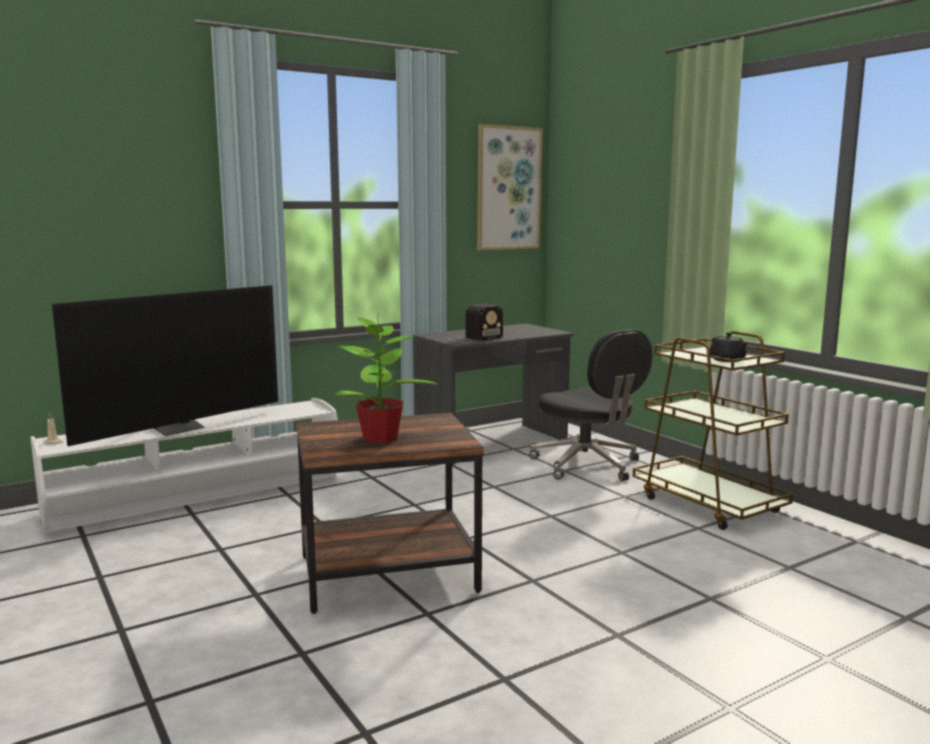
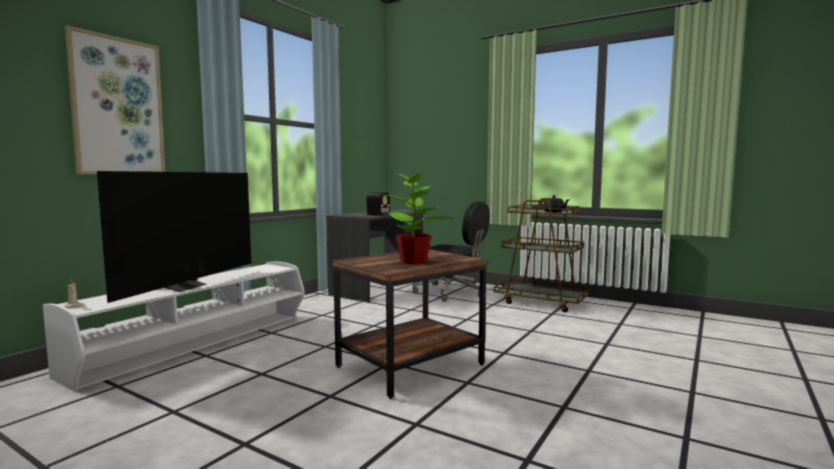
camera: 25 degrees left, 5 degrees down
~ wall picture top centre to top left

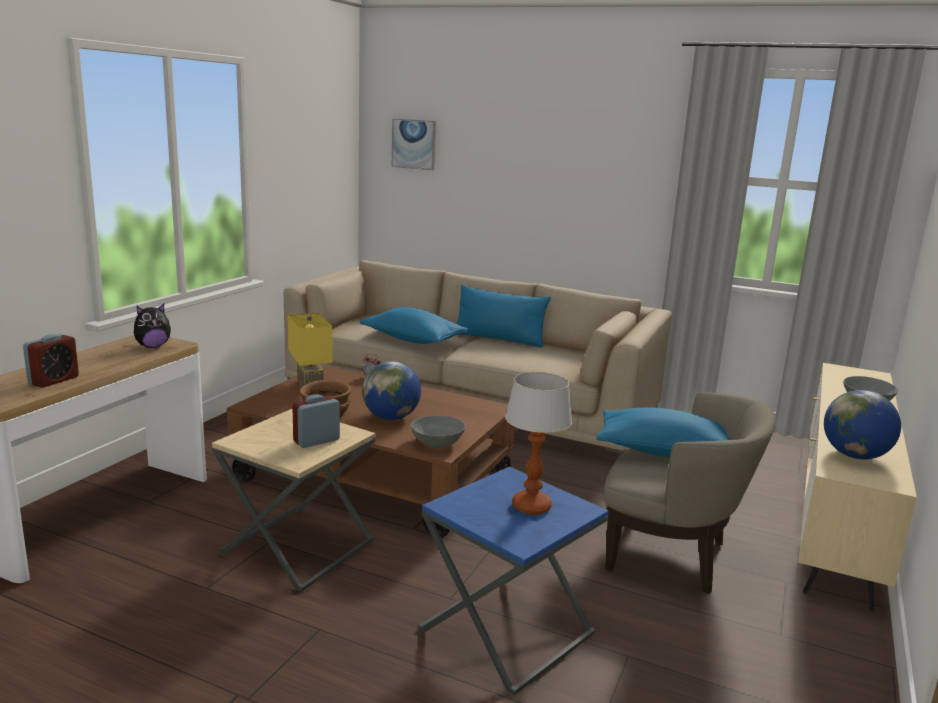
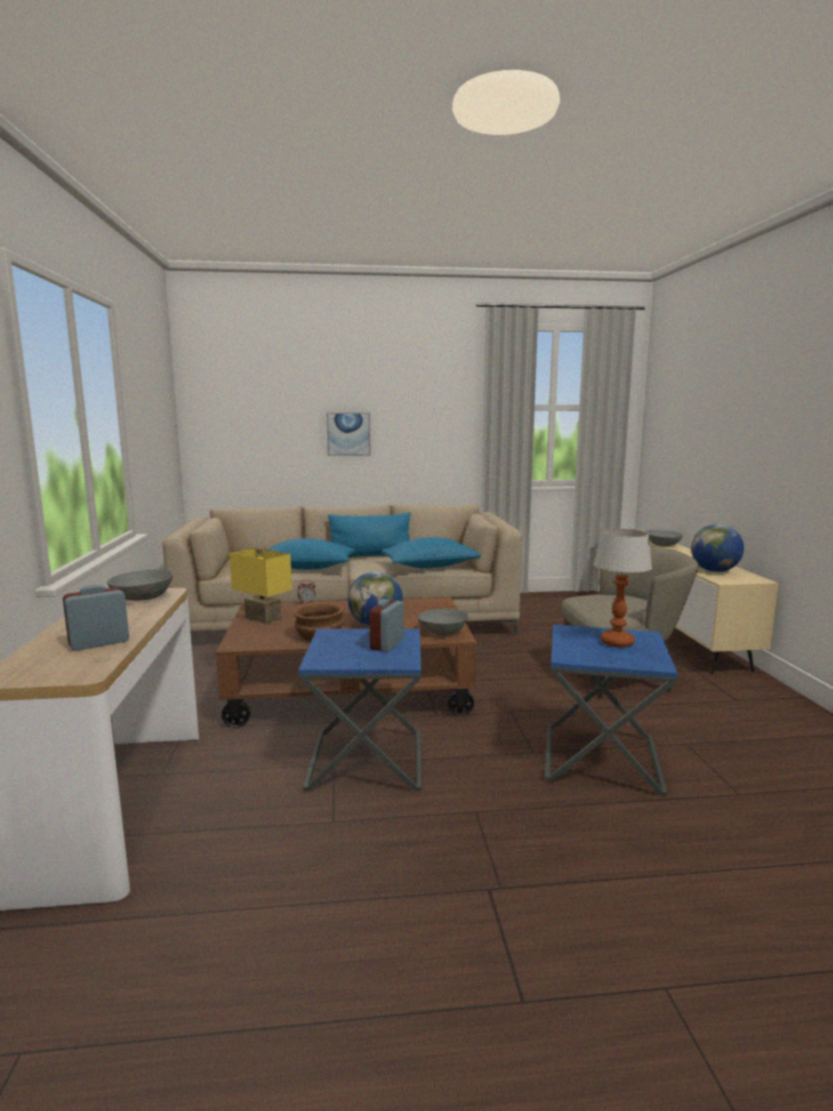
camera: 30 degrees left, 5 degrees down
~ table clock (no. 1 from left) middle left = middle left 120 degrees counterclockwise
~ plush toy middle left to gray deep dish (no. 1 from left) middle left
~ beige side table bottom left to blue side table (no. 1 from left) centre
~ wall picture top centre to centre
~ blue pillow (no. 3 from left) middle right to centre

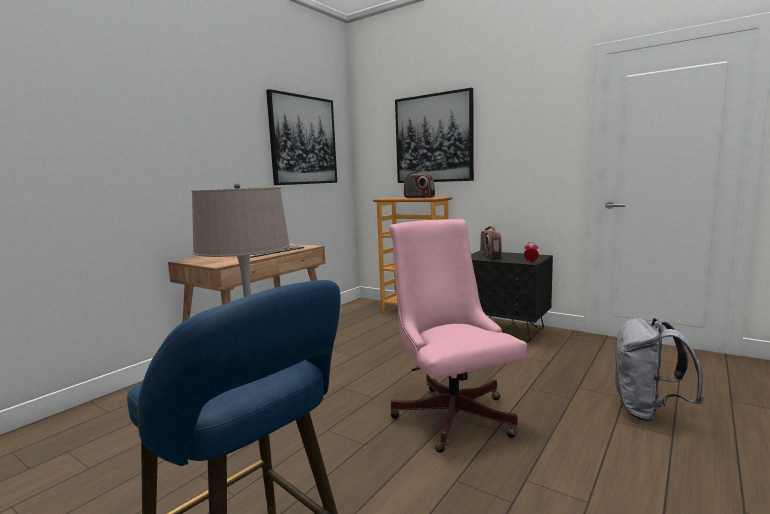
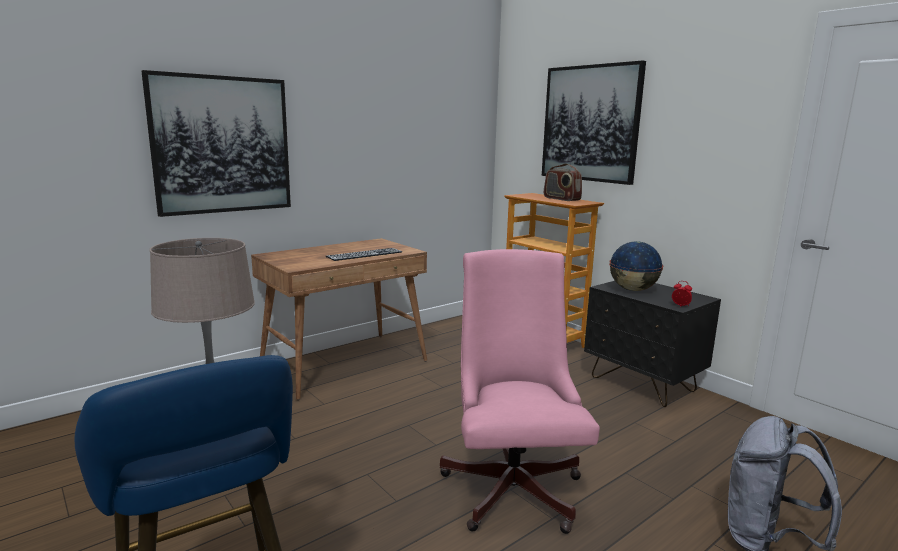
camera: 15 degrees right, 5 degrees up
~ wall picture (no. 1 from left) top centre to top left
~ radio (no. 2 from left) centre to globe middle right

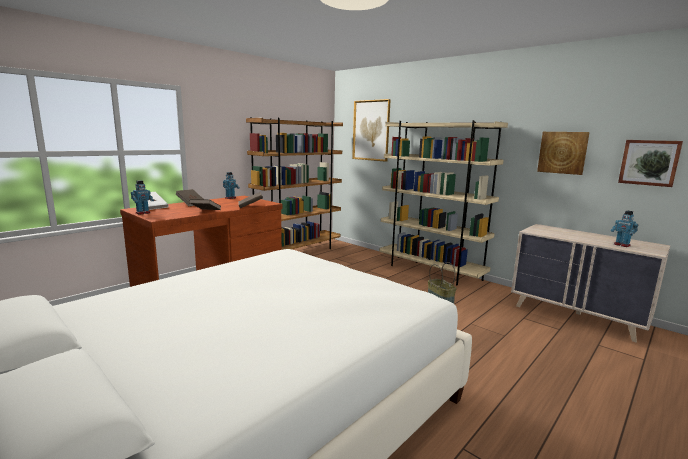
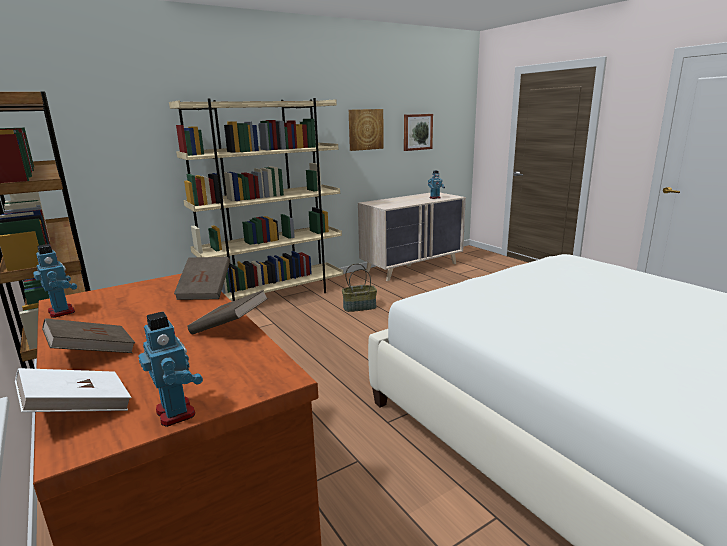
camera: 75 degrees left, 5 degrees up
- wall picture (no. 1 from left) top centre

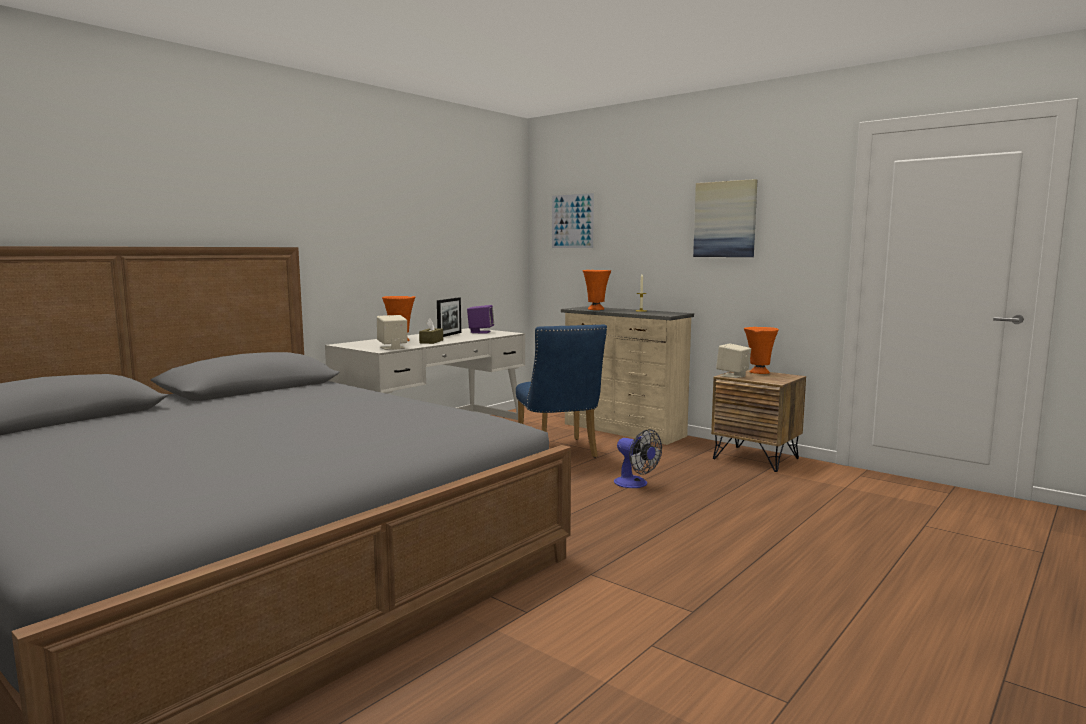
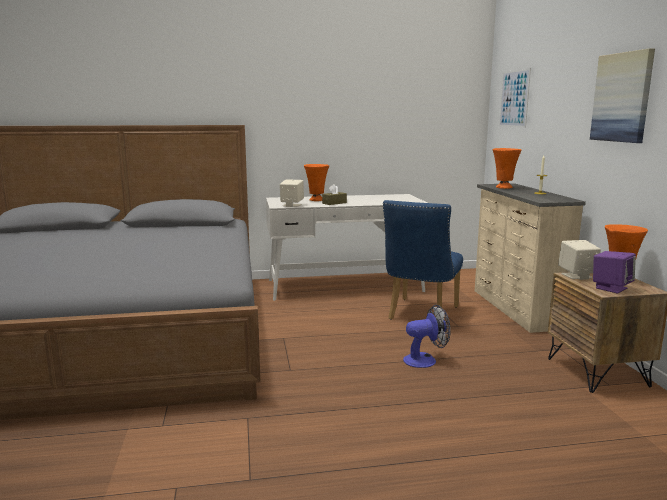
camera: 40 degrees right, 5 degrees up
~ electric fan centre = bottom centre 105 degrees counterclockwise
~ purple-coloured loudspeaker centre to middle right
- picture frame centre

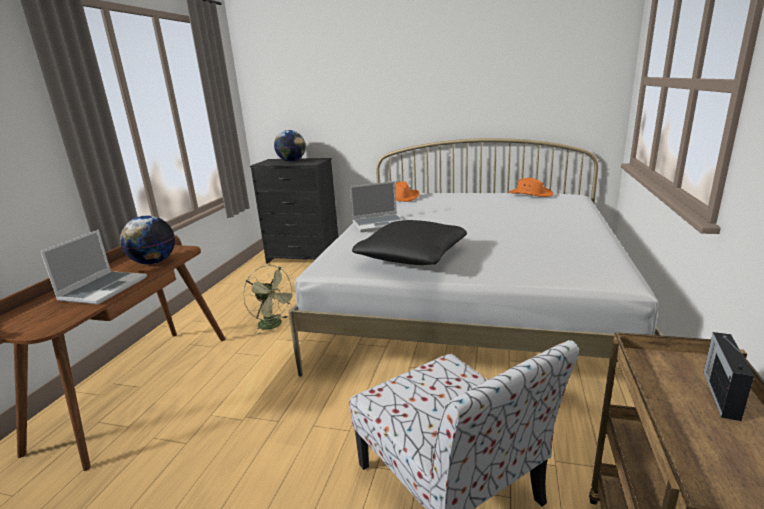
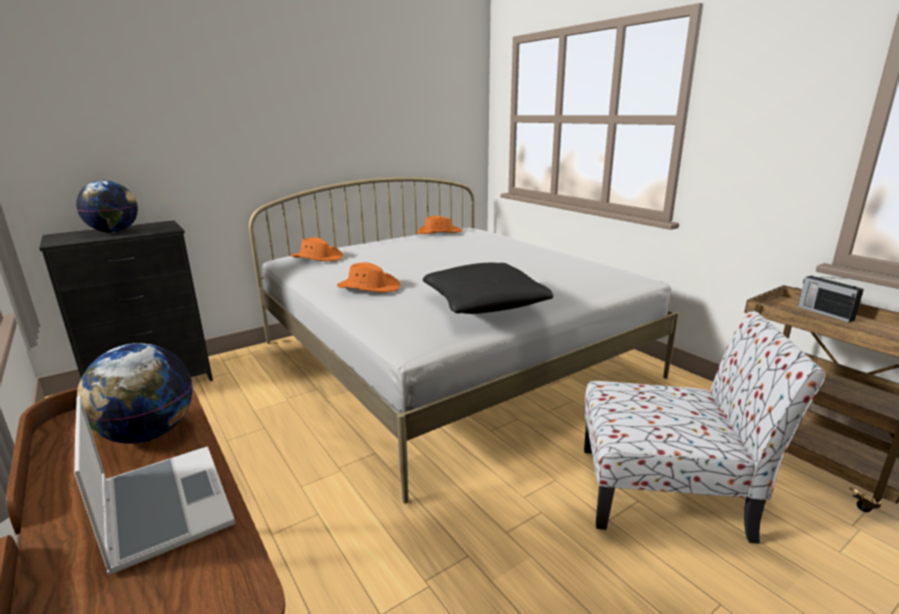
camera: 50 degrees left, 0 degrees up
~ portable computer (no. 2 from left) centre to orangey hat (no. 2 from left) centre
- greenish electric fan centre

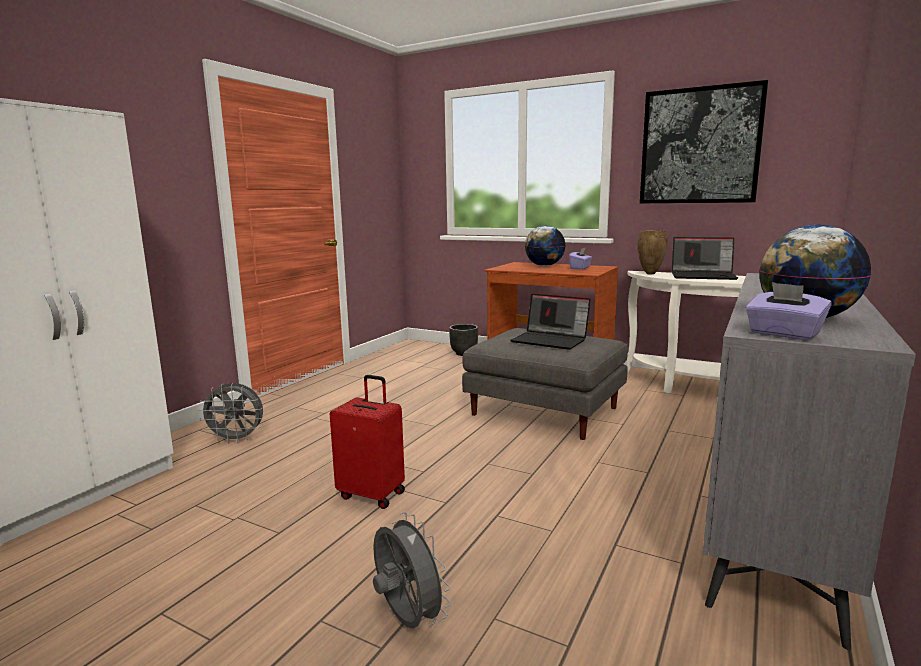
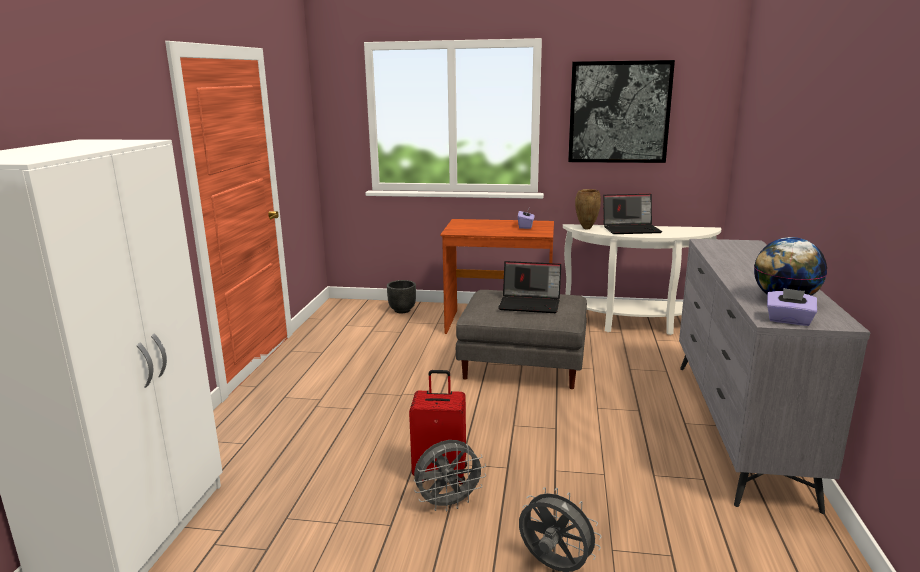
camera: 20 degrees left, 5 degrees up
~ gray electric fan (no. 1 from left) middle left to bottom centre
- globe (no. 1 from left) centre

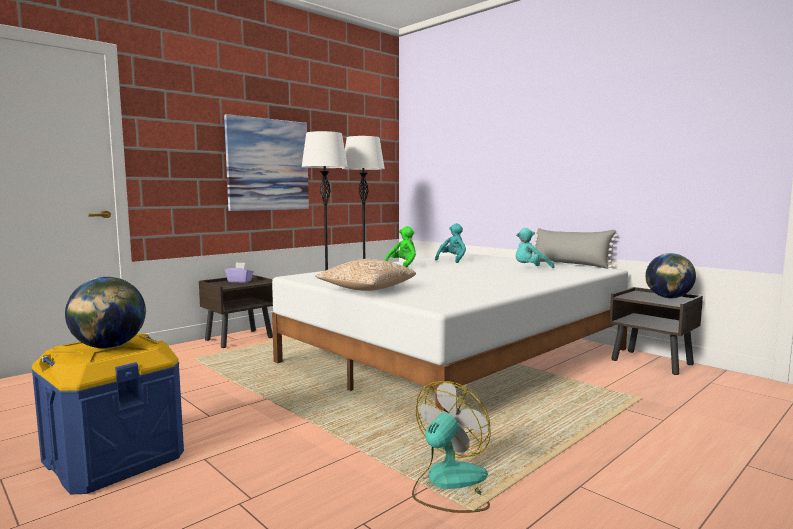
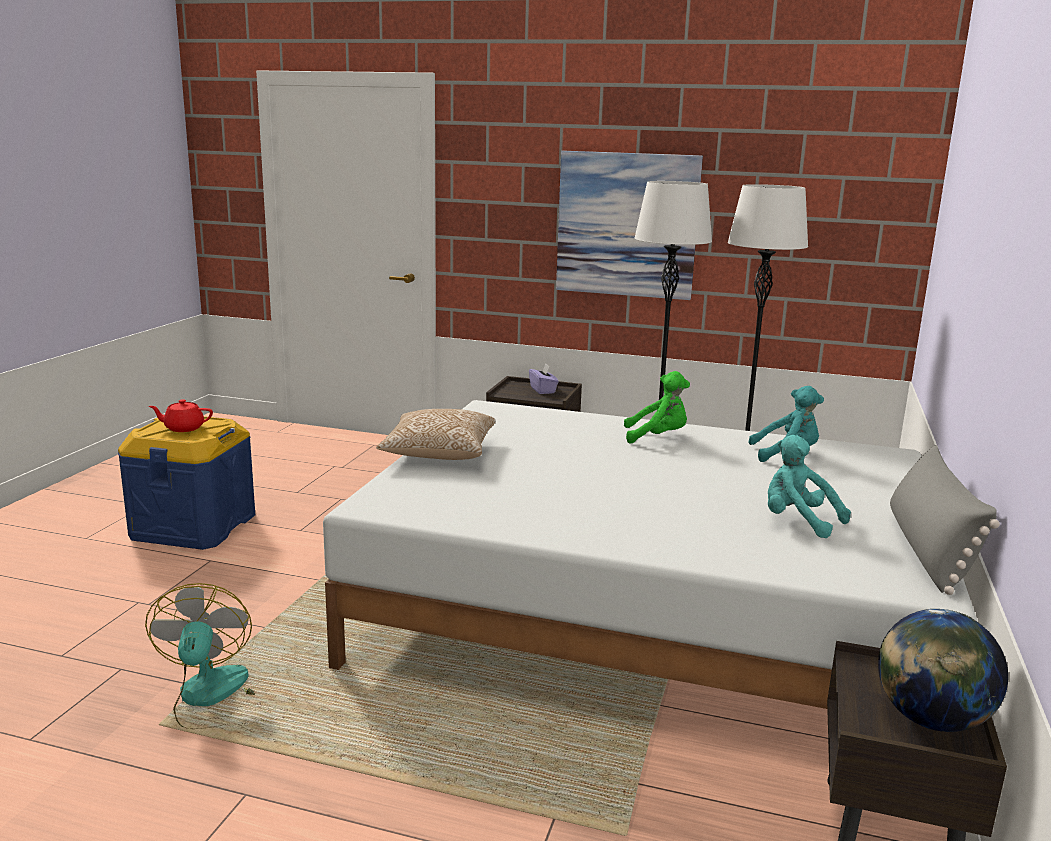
camera: 60 degrees right, 10 degrees up
~ electric fan bottom centre = bottom left 105 degrees counterclockwise
~ globe (no. 1 from left) middle left to red pot for tea middle left

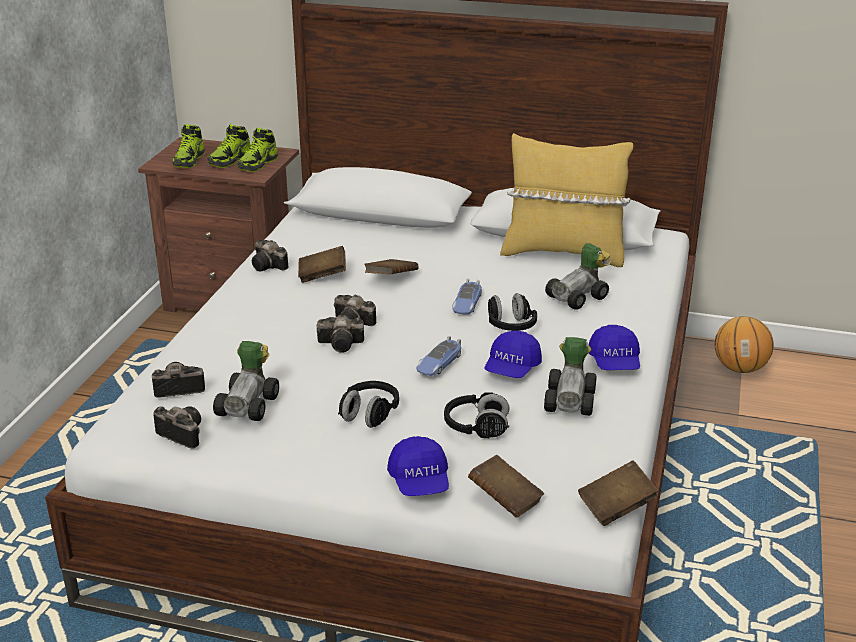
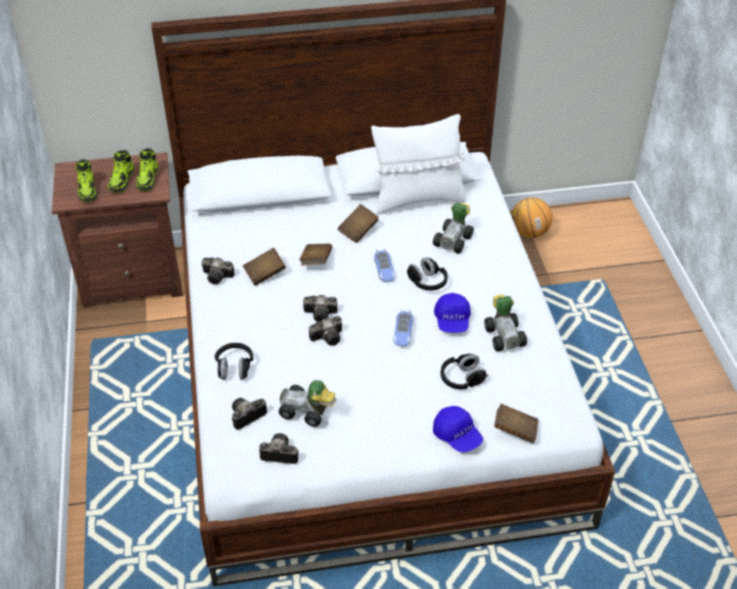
camera: 25 degrees left, 15 degrees up
~ black pair of headphones (no. 1 from left) centre to middle left
~ model car (no. 1 from left) middle left = bottom centre 120 degrees clockwise
~ brownish volume (no. 4 from left in the first image) bottom right to brownish volume (no. 3 from left) centre
~ yellow pillow top centre to white-coloured pillow top centre
- blue baseball cap (no. 3 from left) middle right

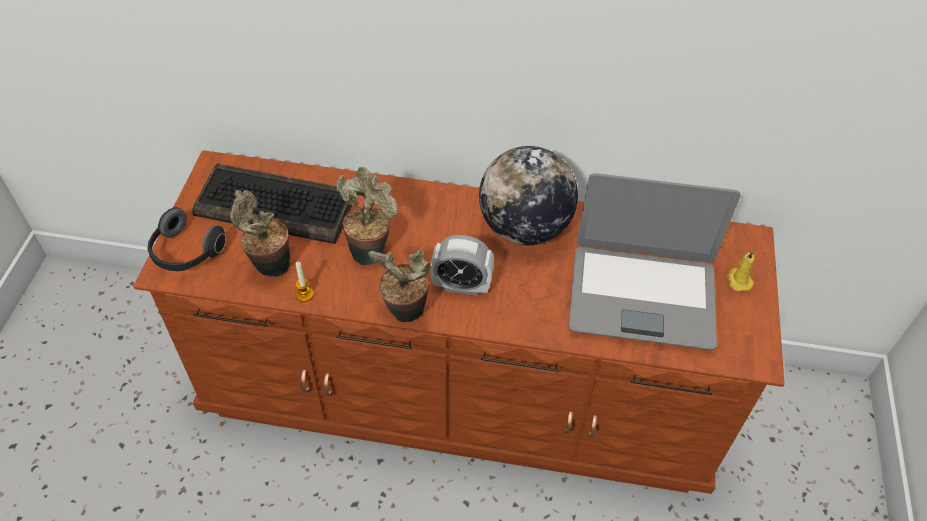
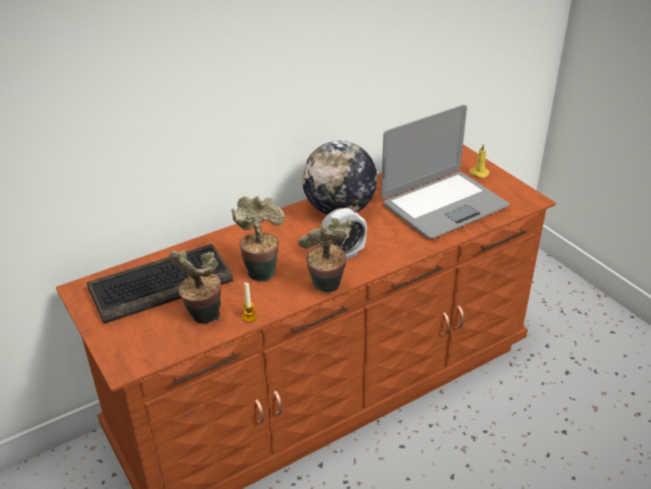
camera: 40 degrees left, 15 degrees down
- pair of headphones middle left

